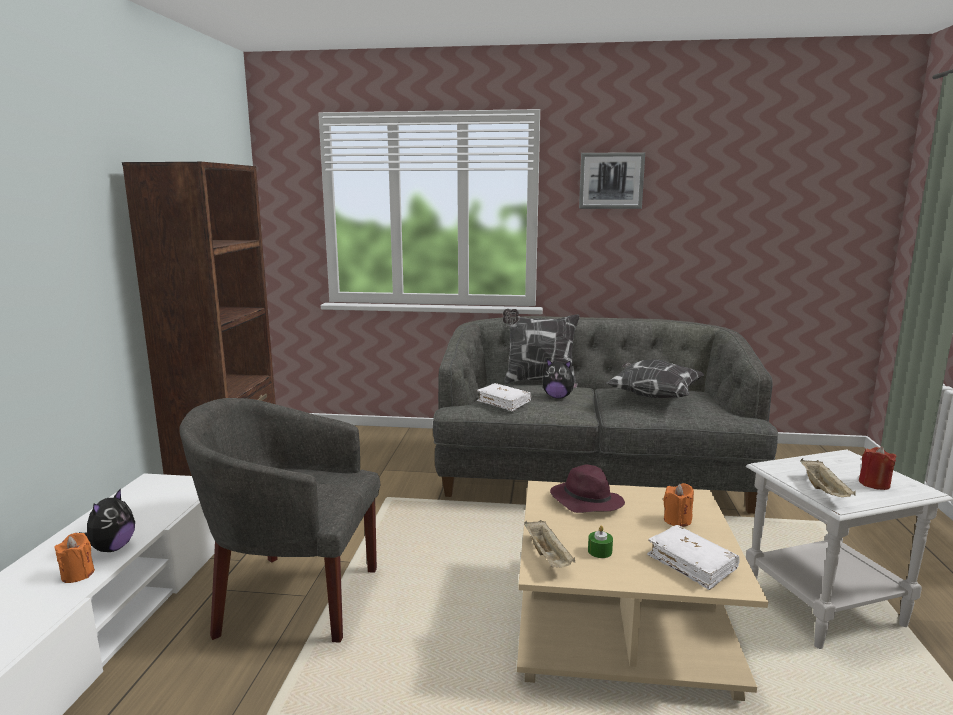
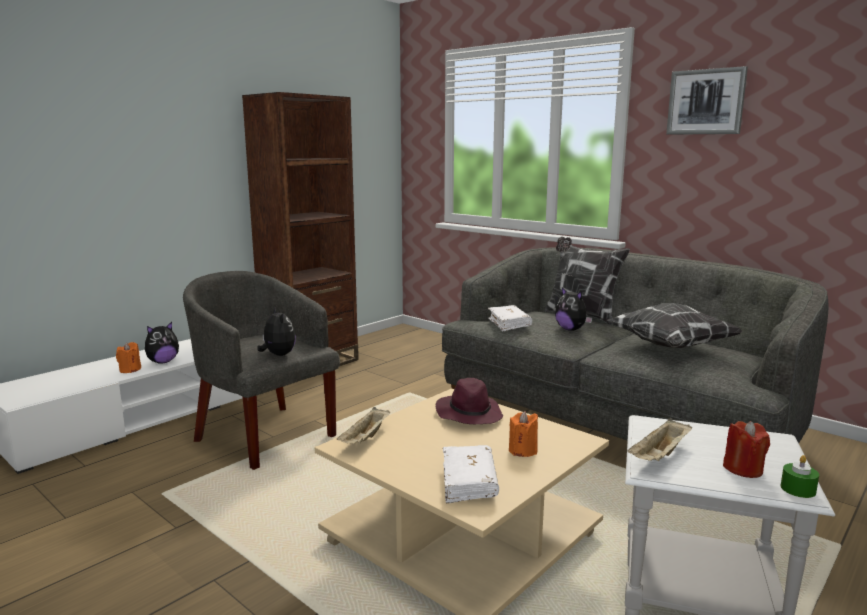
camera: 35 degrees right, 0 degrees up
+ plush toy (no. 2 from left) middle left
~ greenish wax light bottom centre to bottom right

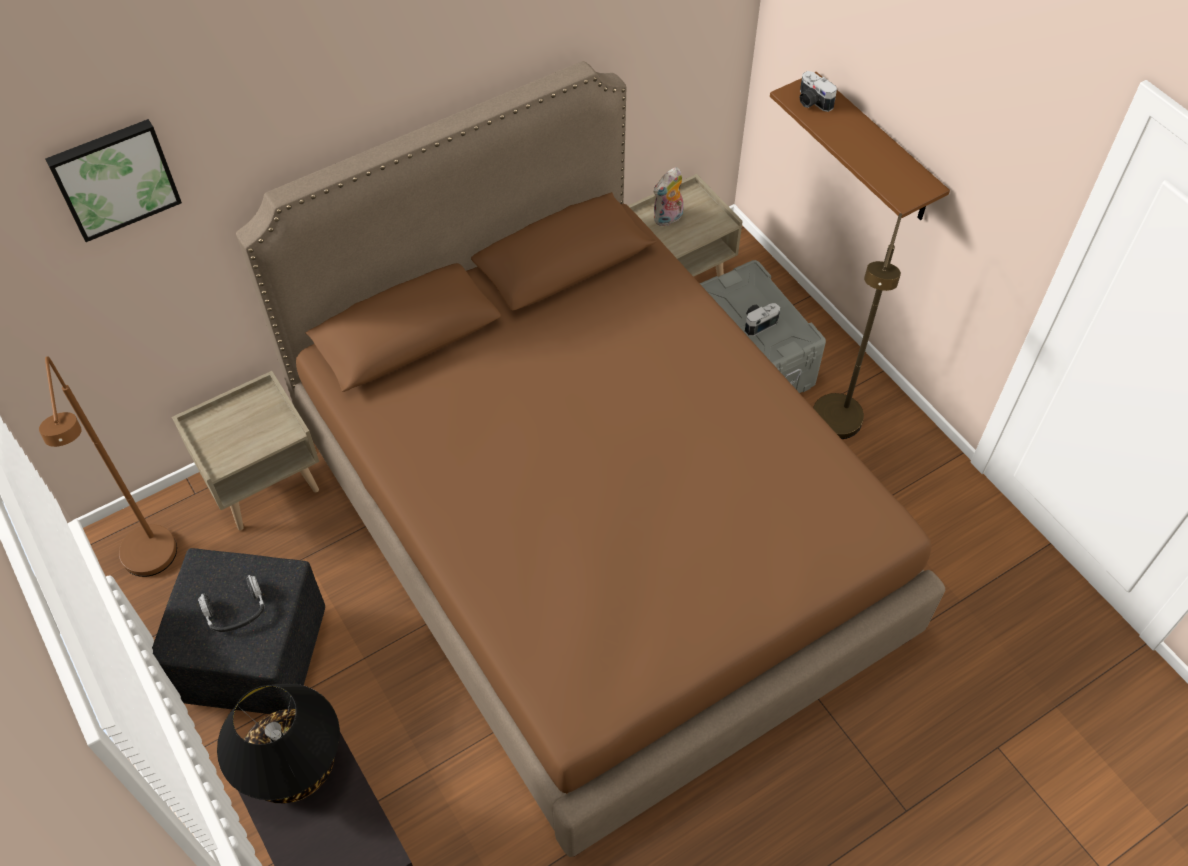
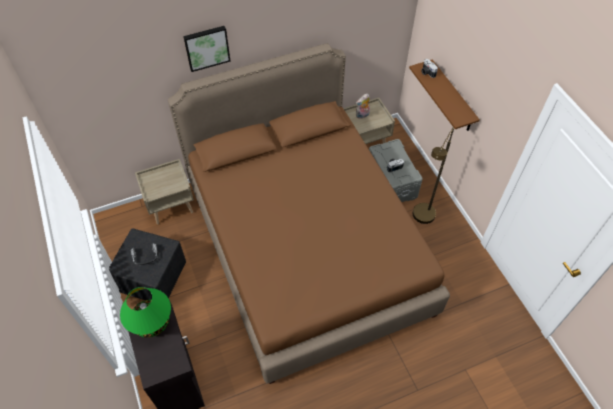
camera: 10 degrees right, 0 degrees up
~ black lamp for a table bottom left to greenish lamp for a table bottom left
~ wall picture top left to top centre
- brownish standard lamp (no. 1 from left) middle left

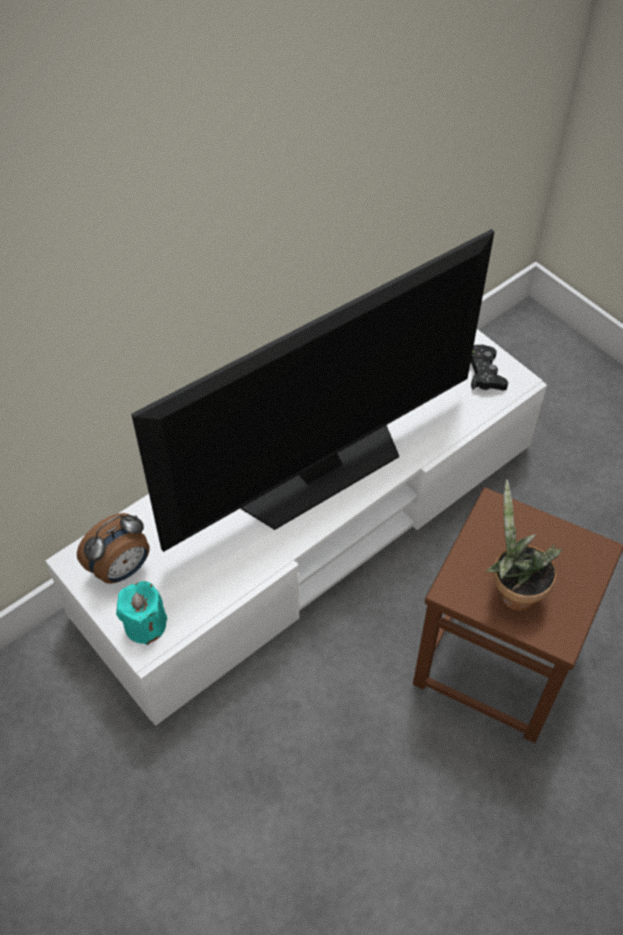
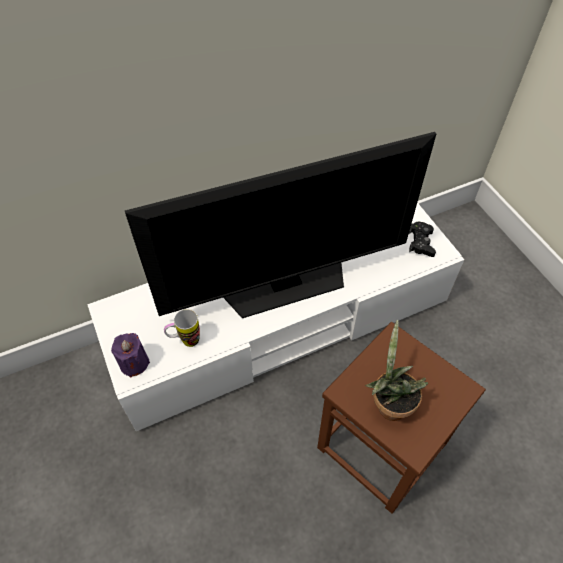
camera: 15 degrees right, 0 degrees up
~ blue-green wax light middle left to purple-coloured wax light middle left
+ coffee mug middle left
- table clock middle left

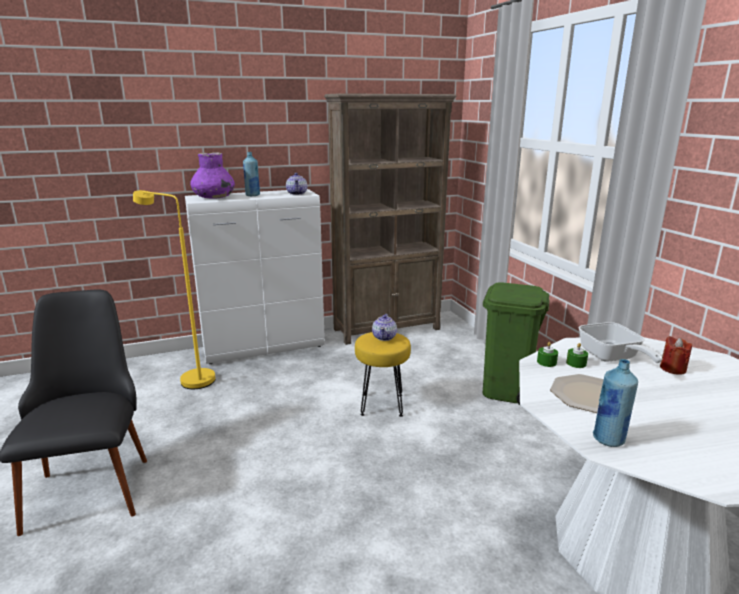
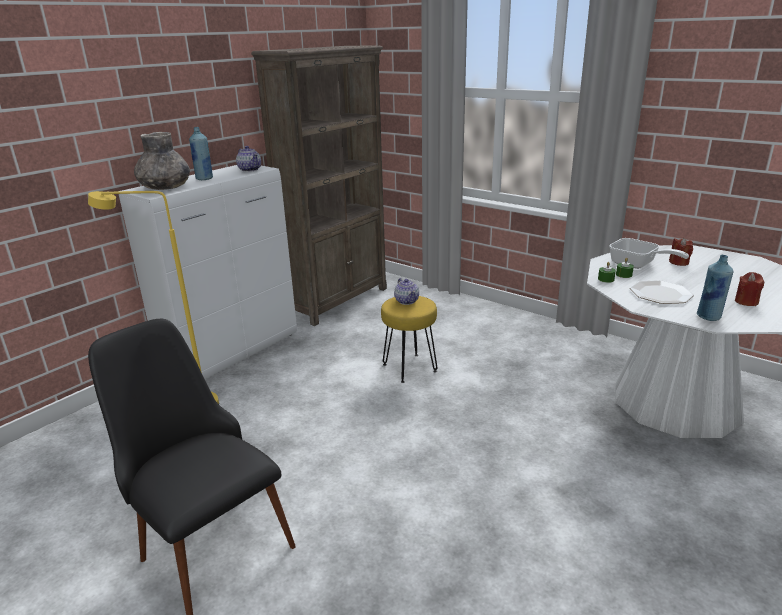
camera: 30 degrees left, 5 degrees up
~ purple-coloured vase top left to gray vase top left
+ red wax light (no. 2 from left) middle right
- greenish waste bin middle right

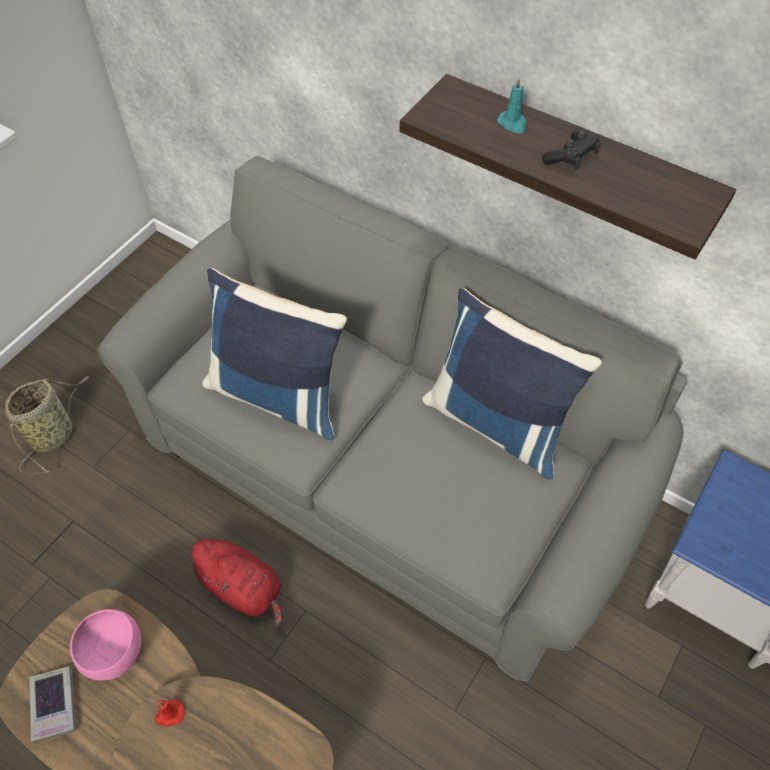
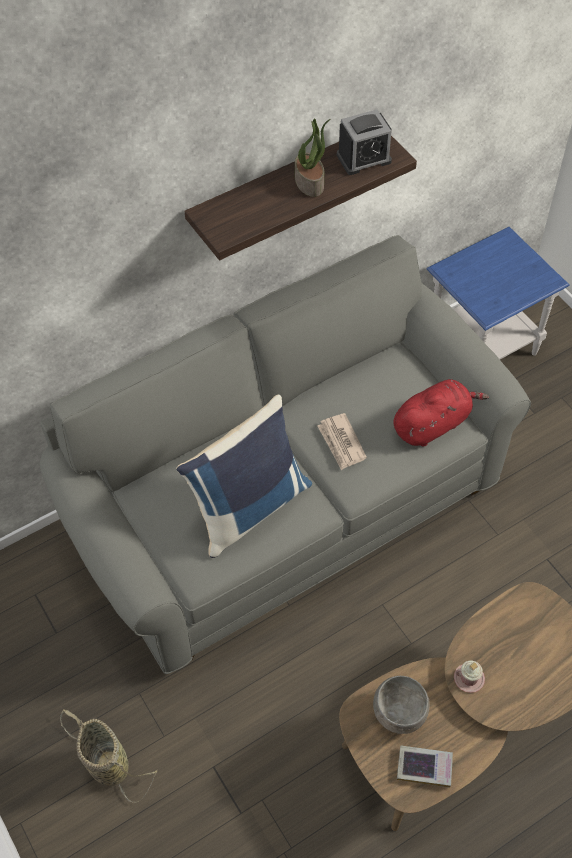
camera: 65 degrees left, 0 degrees up
~ black game controller top right to potted plant top centre
+ daily paper centre
+ table clock top centre
~ pinkish deep dish bottom left to gray deep dish bottom right
~ red plush toy bottom left to middle right
~ red wax light bottom left to pinkish coffee mug bottom right
- blue pillow (no. 2 from left) centre
- blue-green wax light top centre

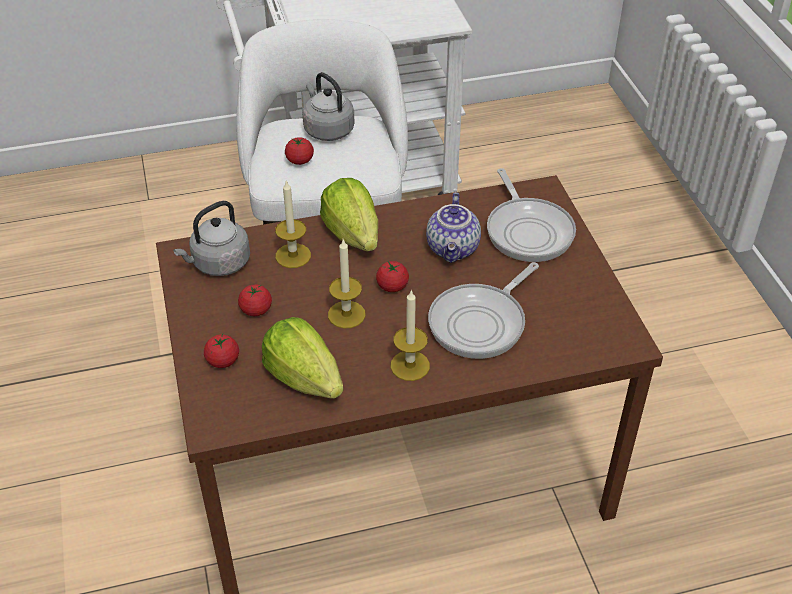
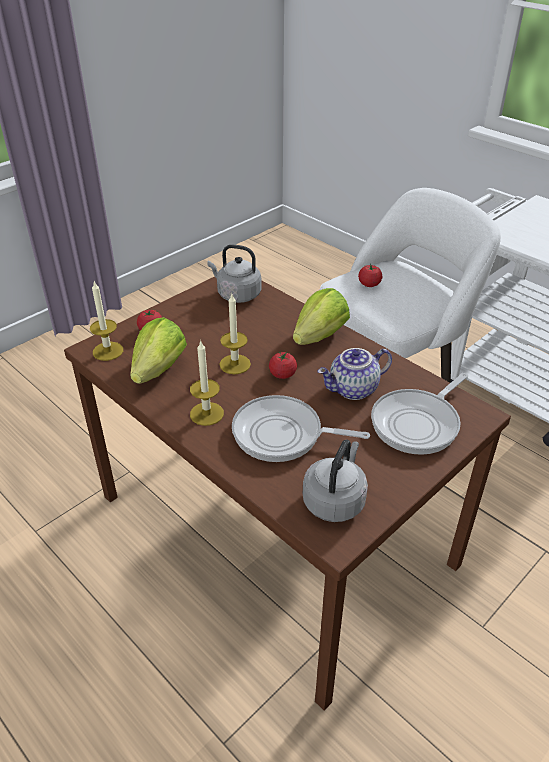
camera: 60 degrees right, 5 degrees down
~ wax light (no. 1 from left) centre to middle left
~ gray kettle (no. 2 from left) top centre to centre
- fresh tomato (no. 2 from left) middle left

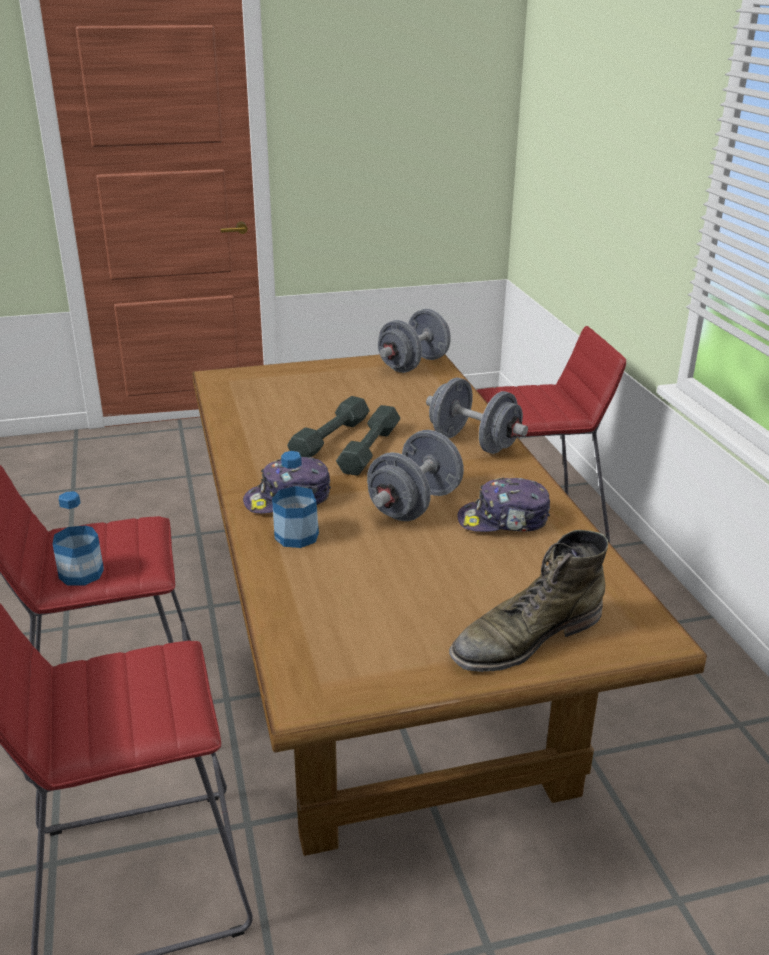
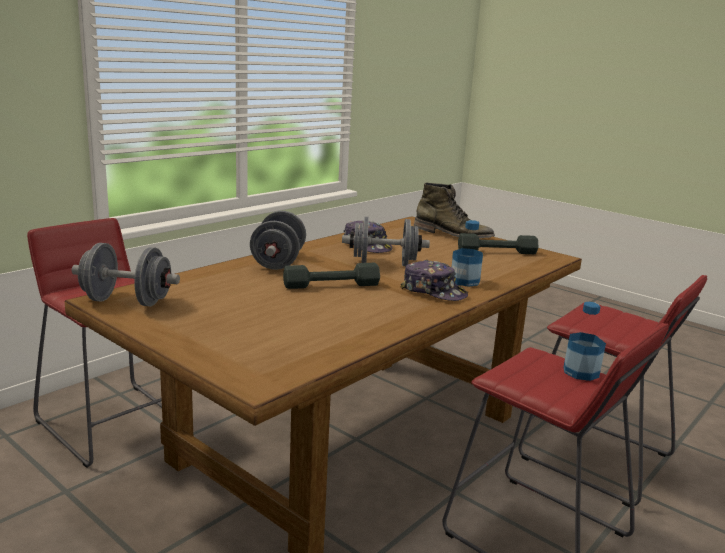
camera: 125 degrees left, 10 degrees down
~ gray free weight (no. 1 from left in the first image) centre to gray free weight (no. 5 from left) middle right

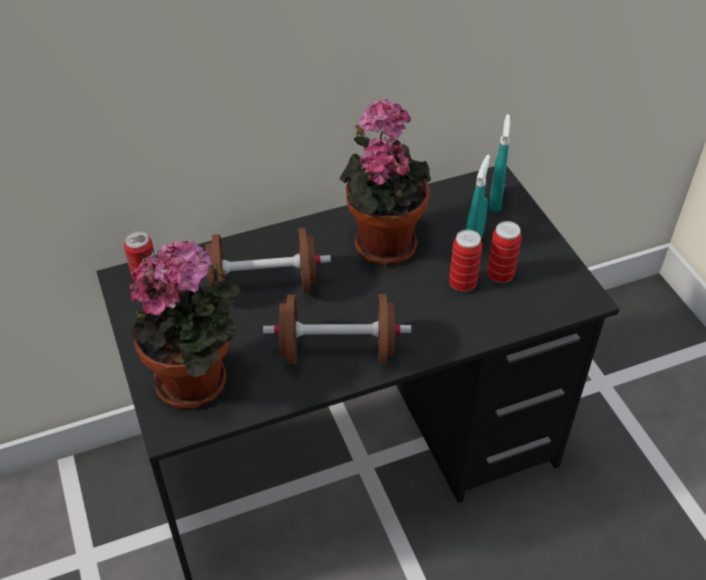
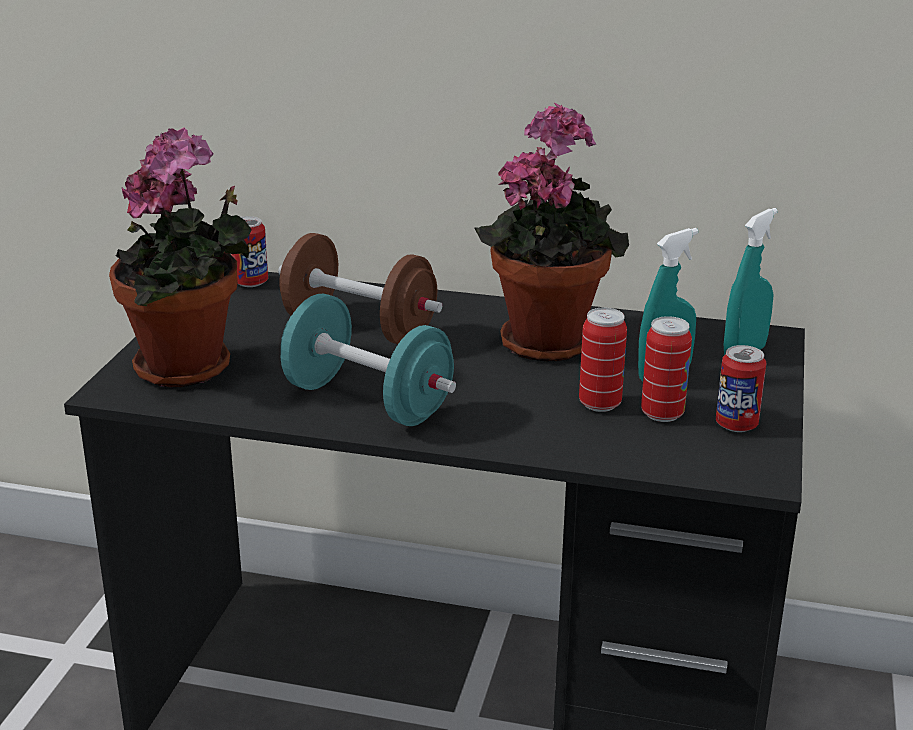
camera: 35 degrees right, 20 degrees down
~ brownish free weight (no. 2 from left) centre to blue-green free weight centre
+ metal can (no. 4 from left) middle right

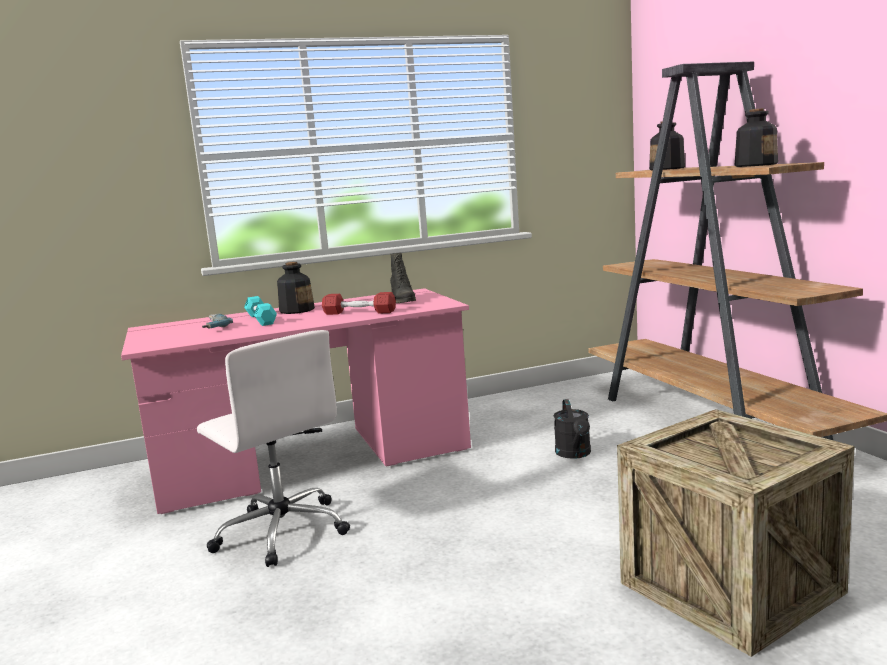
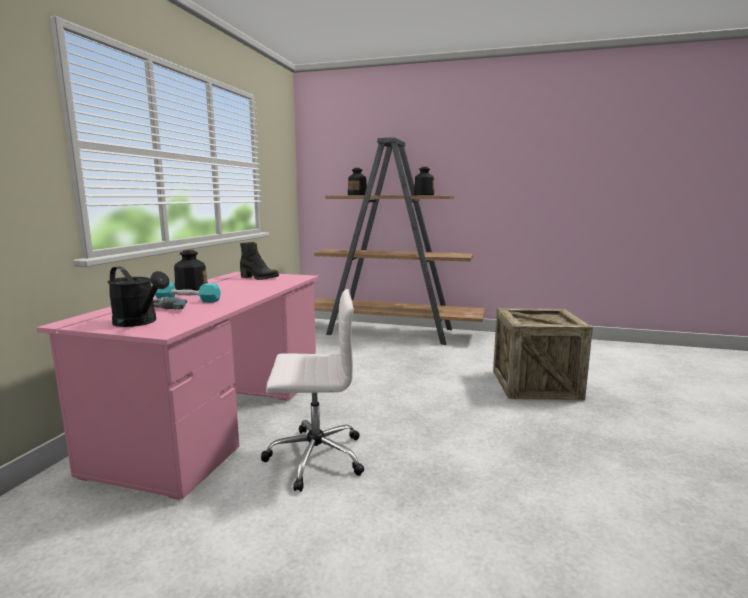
camera: 55 degrees left, 0 degrees up
~ black sprinkling can centre to middle left
- red free weight centre

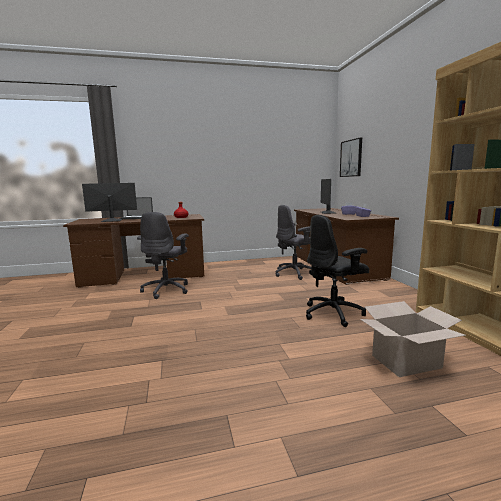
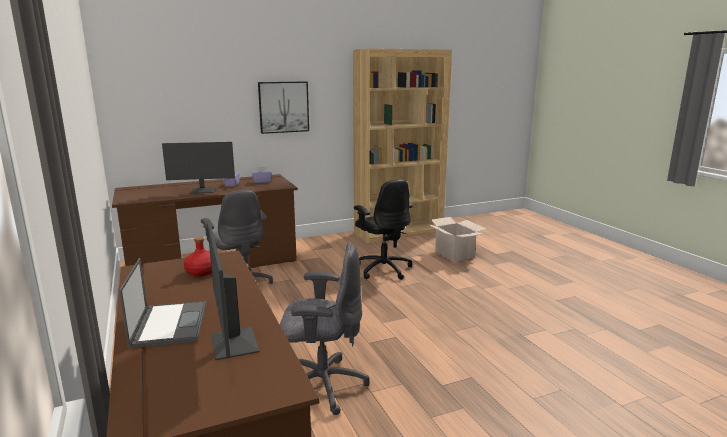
camera: 100 degrees left, 5 degrees up
~ wall picture top right to top centre

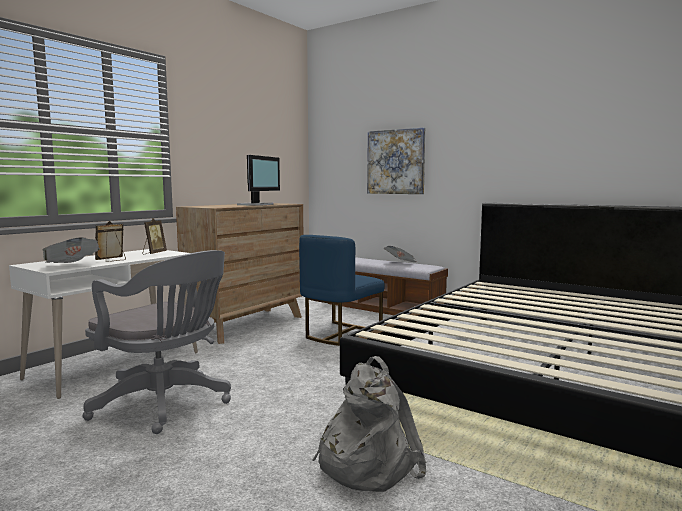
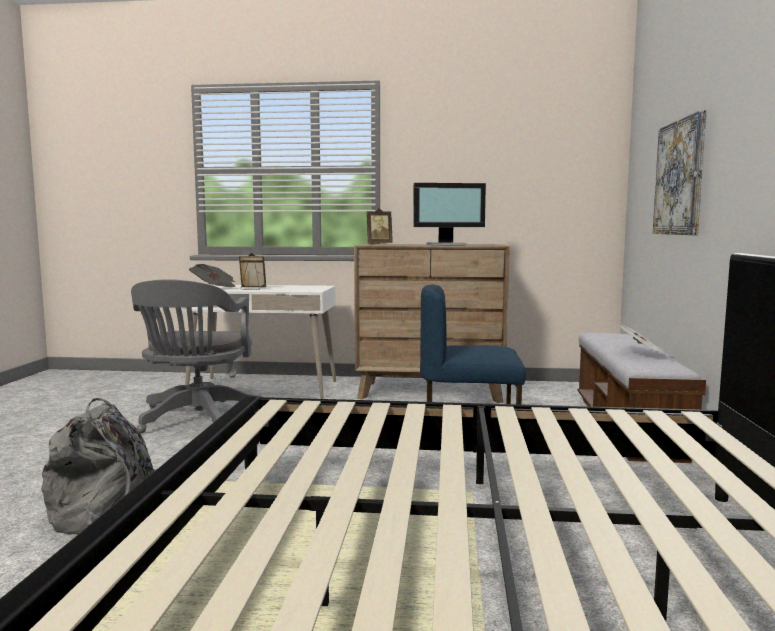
camera: 60 degrees right, 0 degrees up
~ picture frame (no. 2 from left) middle left to centre

